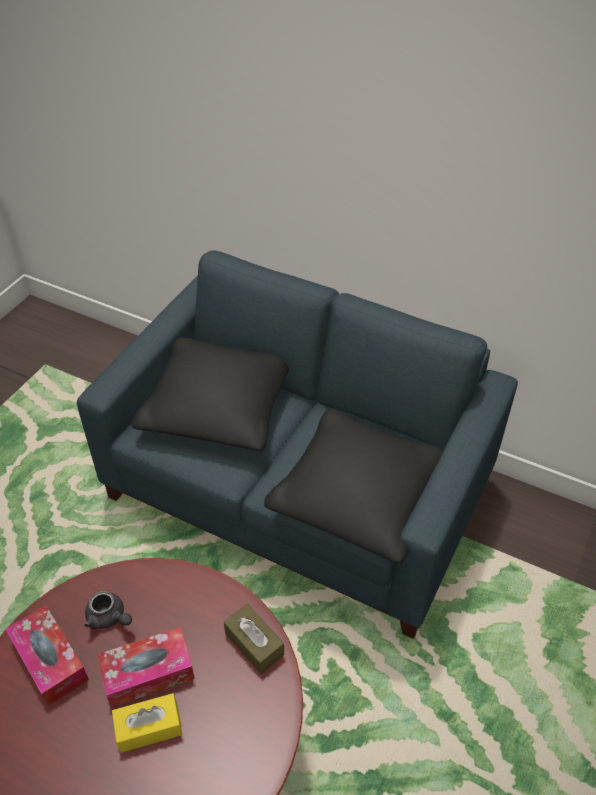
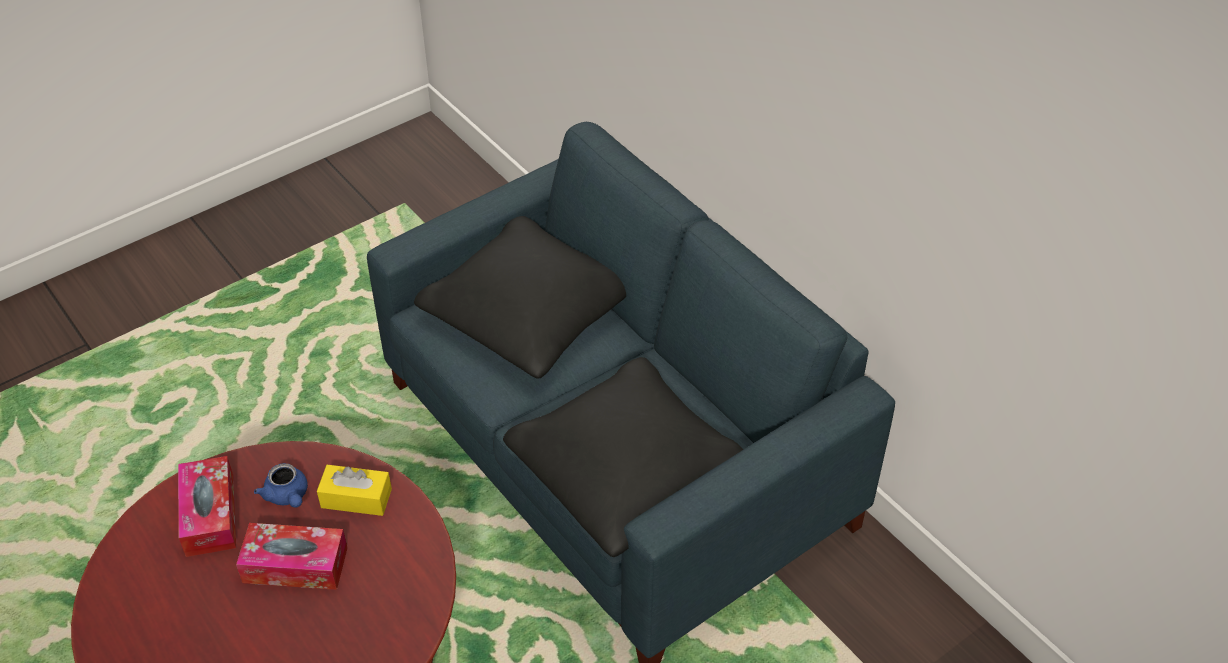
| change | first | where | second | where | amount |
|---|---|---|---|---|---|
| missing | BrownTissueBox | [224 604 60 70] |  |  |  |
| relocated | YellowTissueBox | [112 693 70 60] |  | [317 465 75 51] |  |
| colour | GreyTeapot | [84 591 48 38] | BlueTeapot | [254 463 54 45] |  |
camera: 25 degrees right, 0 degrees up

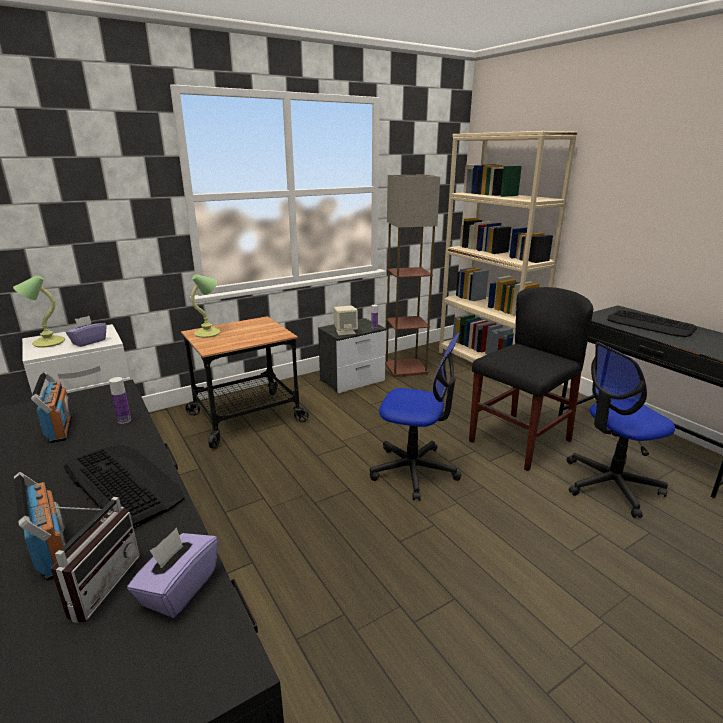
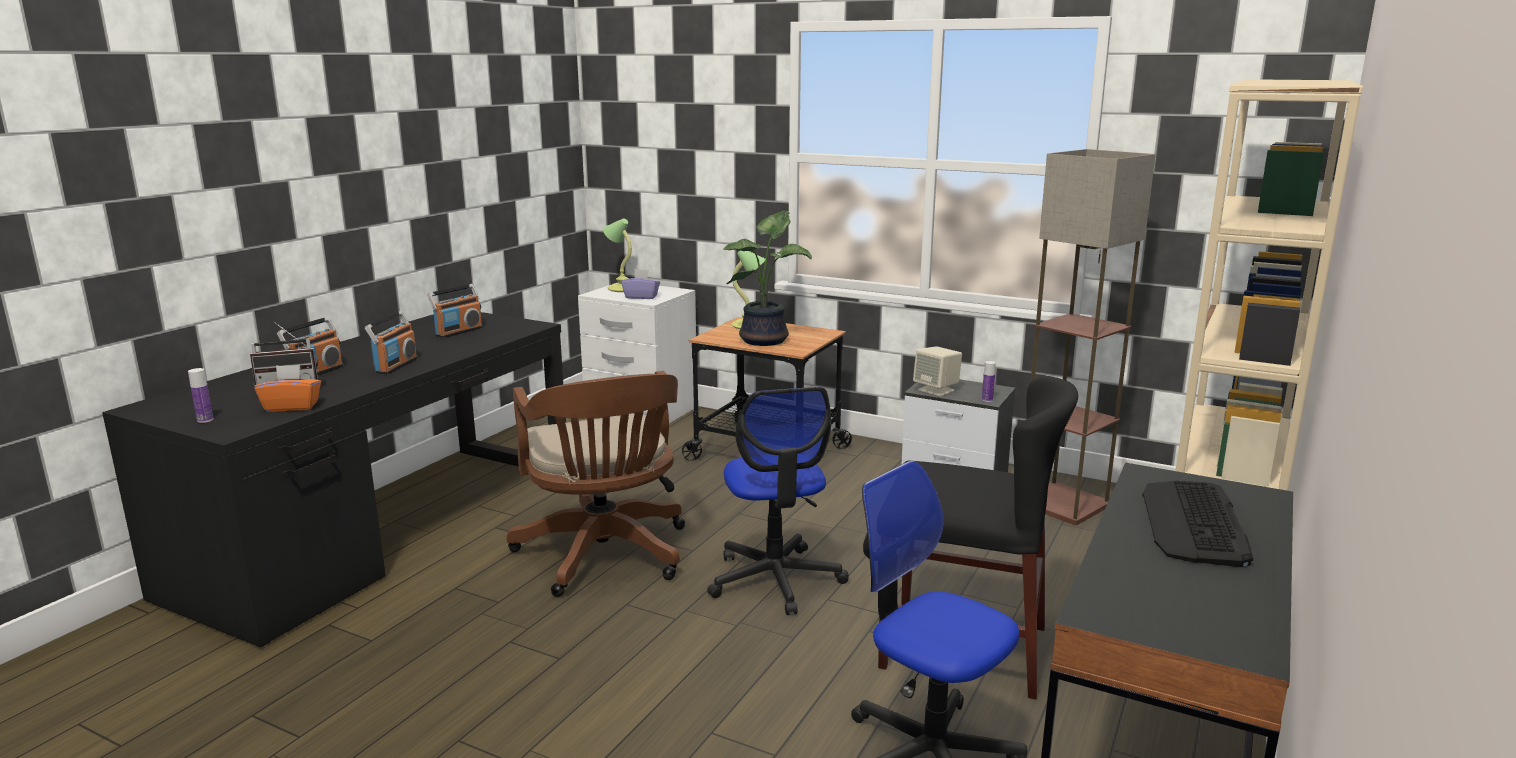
| change | first | where | second | where | amount |
|---|---|---|---|---|---|
| appeared |  |  | BrownOfficeChair | [507 371 178 226] |  |
| appeared |  |  | PottedPlant | [723 210 89 136] |  |
| relocated | Bottle | [109 377 22 47] |  | [188 368 26 55] |  |
| exchanged | Keyboard | [64 445 121 83] | Radio | [365 311 53 63] |  |
| colour | PurpleTissueBox | [127 528 91 90] | OrangeTissueBox | [254 365 67 47] |  |
camera: 60 degrees right, 5 degrees down

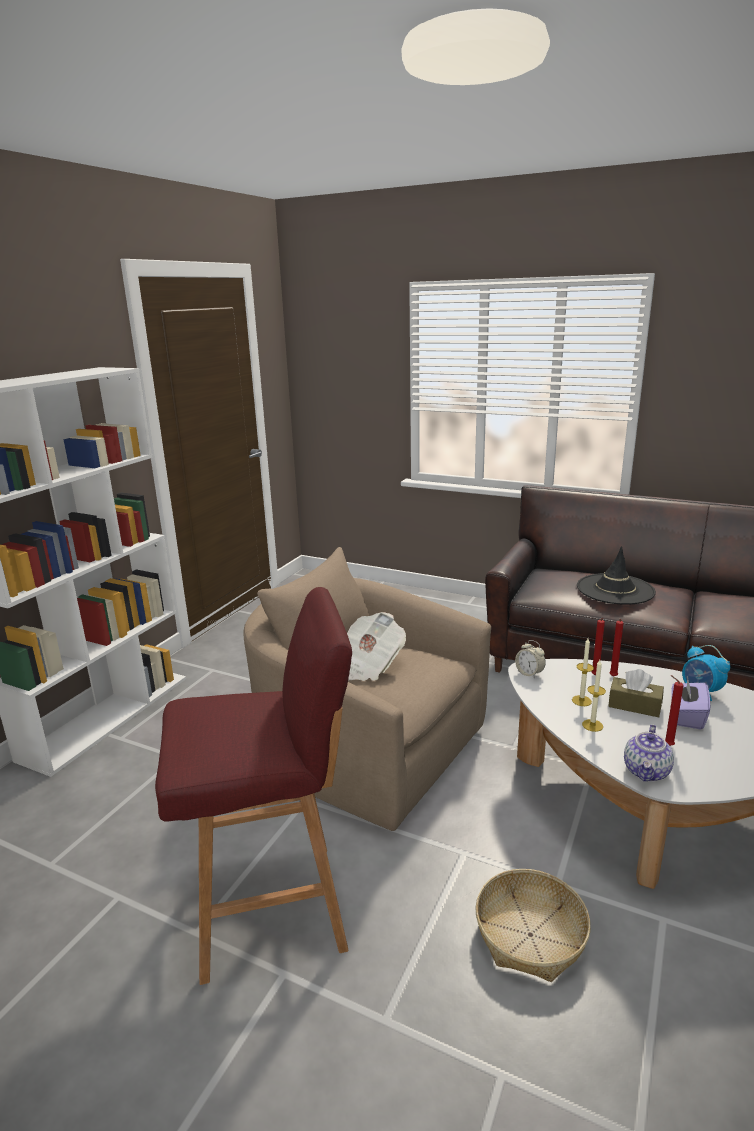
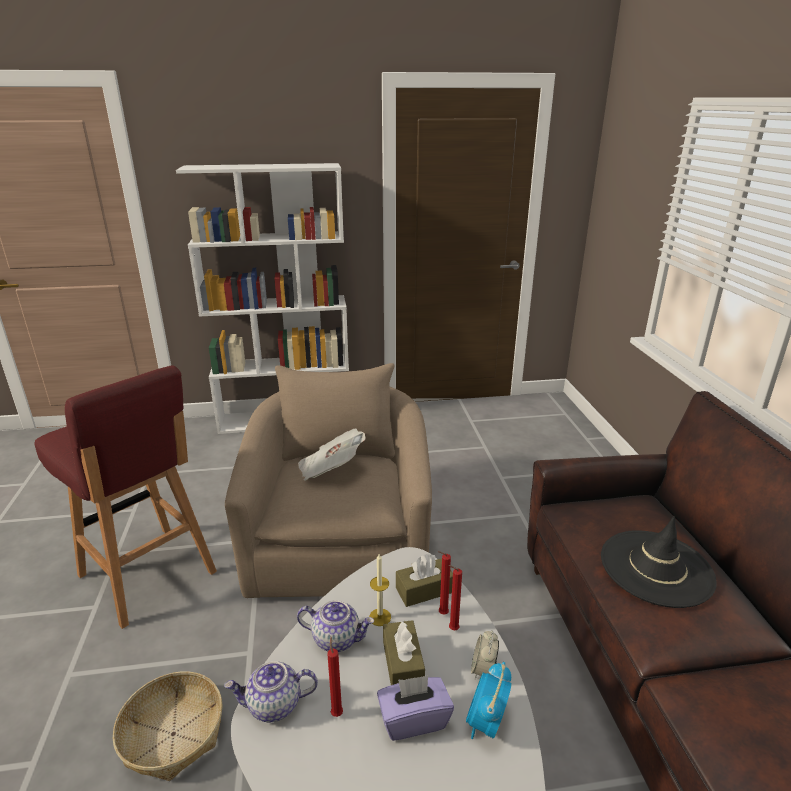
| change | first | where | second | where | amount |
|---|---|---|---|---|---|
| appeared |  |  | BrownTissueBox | [396 554 57 53] |  |
| relocated | AlarmClock | [515 640 31 39] |  | [471 630 28 49] |  |
| exchanged | Candle | [582 660 24 72] | Teapot | [297 600 77 52] |  |
camera: 55 degrees right, 5 degrees up

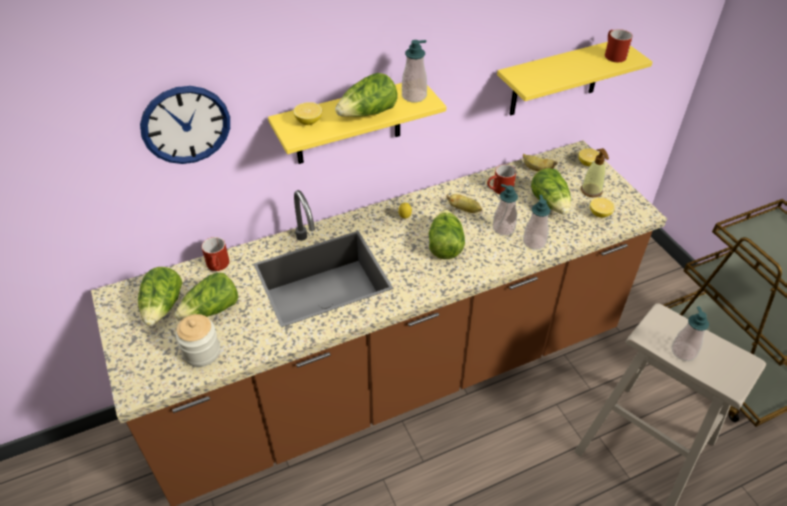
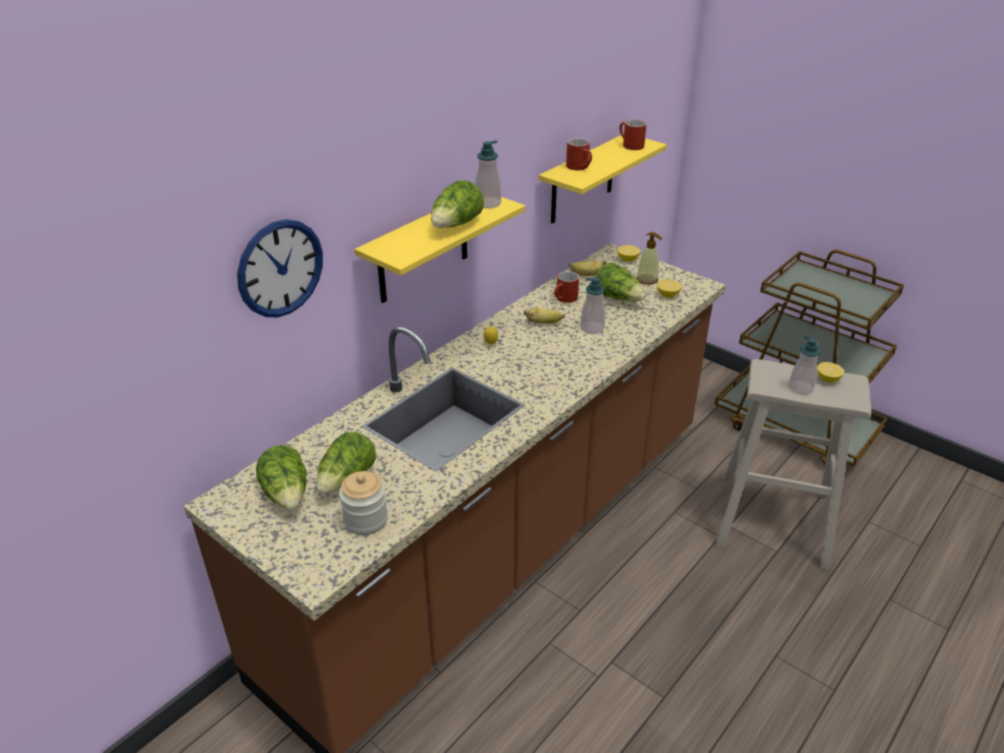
| change | first | where | second | where | amount |
|---|---|---|---|---|---|
| missing | Lettuce | [429 209 36 50] |  |  |  |
| missing | SoapDispenser | [523 195 27 55] |  |  |  |
| relocated | RedMug | [202 237 27 34] |  | [566 138 26 32] |  |
| relocated | Lemon | [293 102 29 23] |  | [817 362 27 21] |  |
camera: 25 degrees left, 10 degrees down

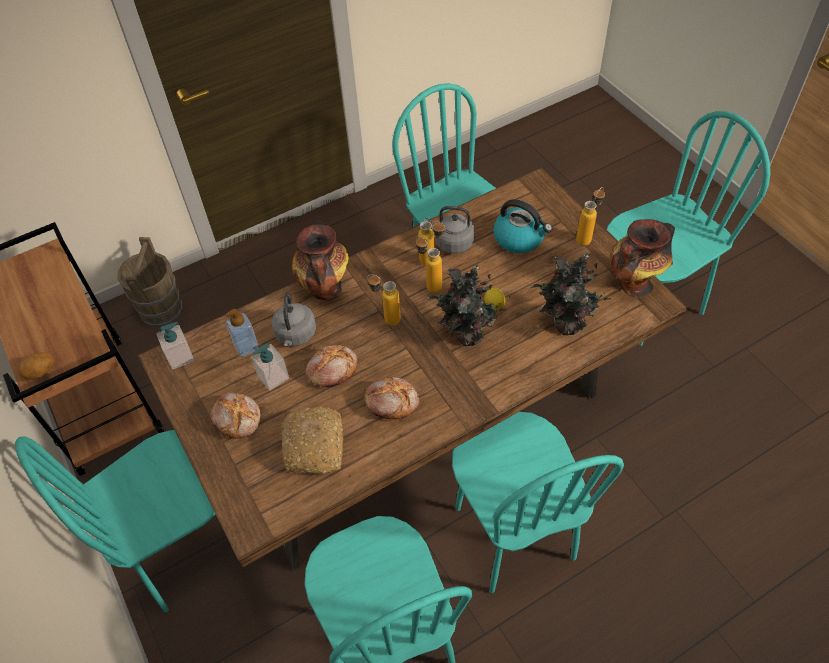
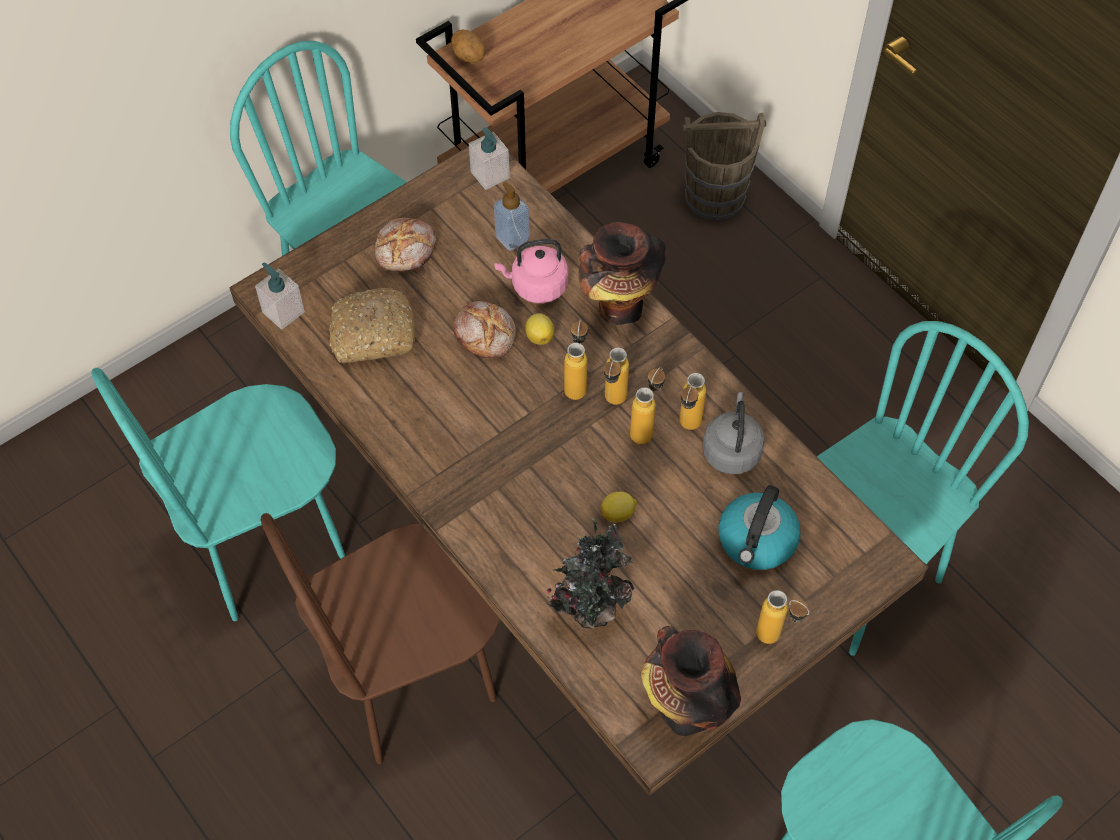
| change | first | where | second | where | amount |
|---|---|---|---|---|---|
| missing | Bread | [364 377 56 42] |  |  |  |
| missing | PottedPlant | [427 264 83 82] |  |  |  |
| appeared |  |  | Lemon | [525 313 29 32] |  |
| appeared |  |  | Bottle | [603 347 26 58] |  |
| relocated | SoapDispenser | [251 343 38 48] |  | [255 263 50 67] |  |
| colour | GreyKettle | [272 292 44 55] | PinkKettle | [494 239 74 64] |  |
| colour | TurquoiseChair | [452 412 172 181] | BrownChair | [260 513 240 251] |  |
camera: 80 degrees right, 5 degrees up

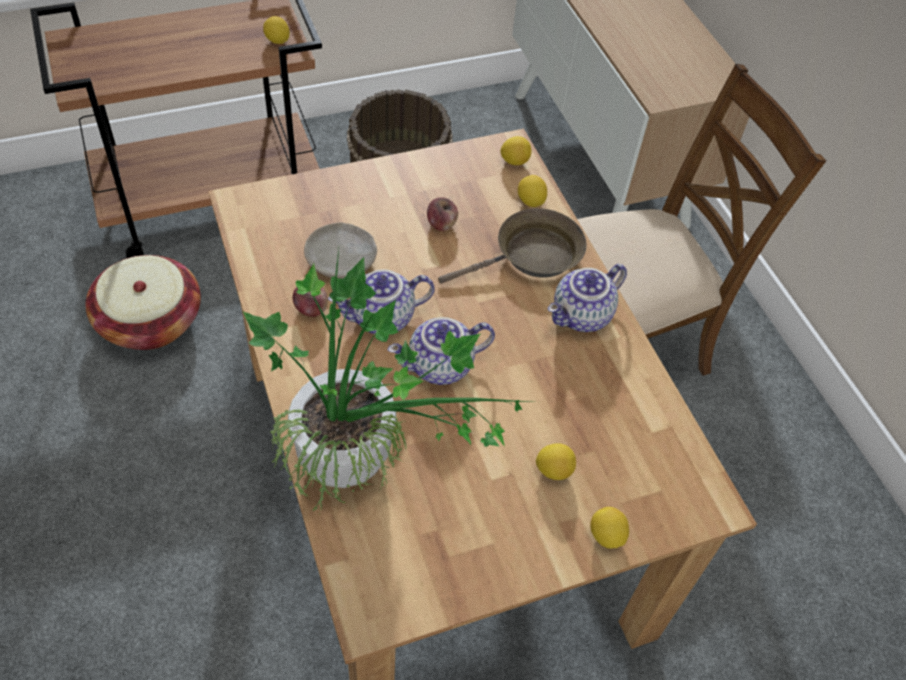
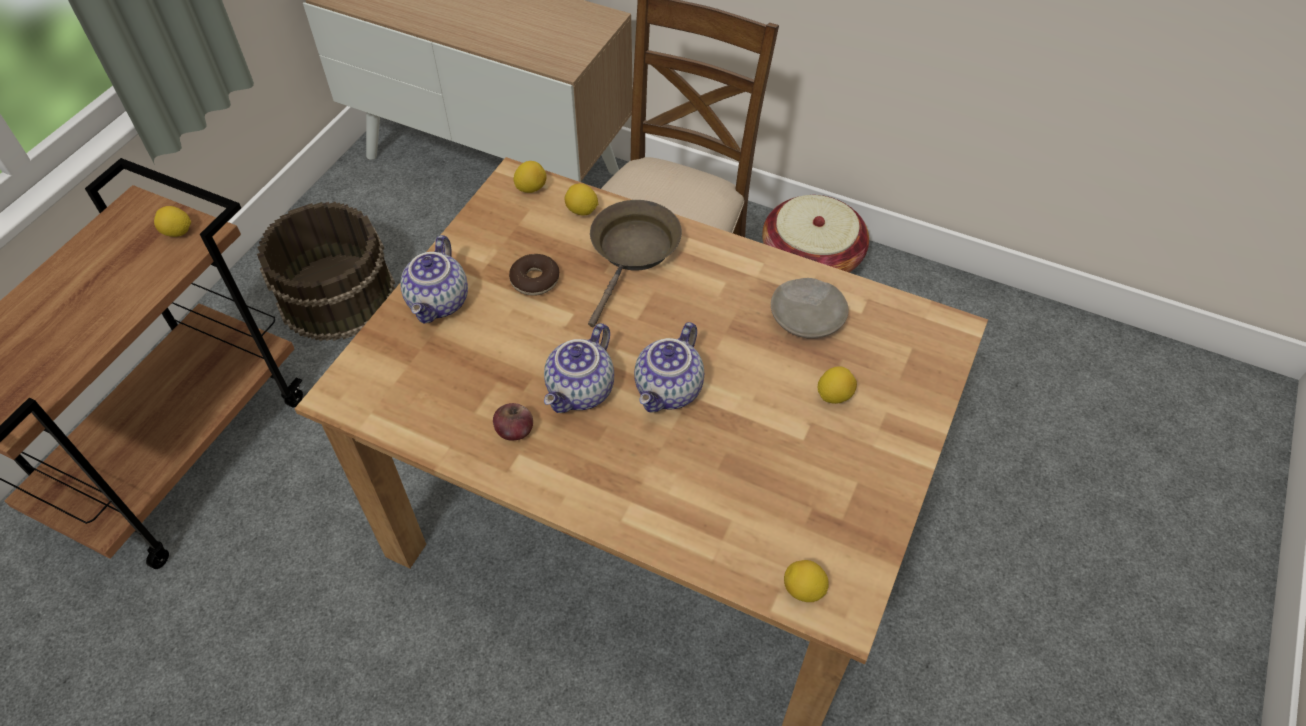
| change | first | where | second | where | amount |
|---|---|---|---|---|---|
| missing | PottedPlant | [243 249 287 265] |  |  |  |
| relocated | Basket | [86 255 115 95] |  | [762 195 107 78] |  |
| relocated | BeigePlate | [304 223 73 56] |  | [771 278 77 61] |  |
| relocated | Teapot | [548 264 79 68] |  | [400 235 68 89] |  |
| relocated | Lemon | [590 507 39 42] |  | [784 560 45 42] |  |
| exchanged | Apple | [427 197 31 34] | Donut | [509 254 50 42] |  |
camera: 40 degrees left, 0 degrees up

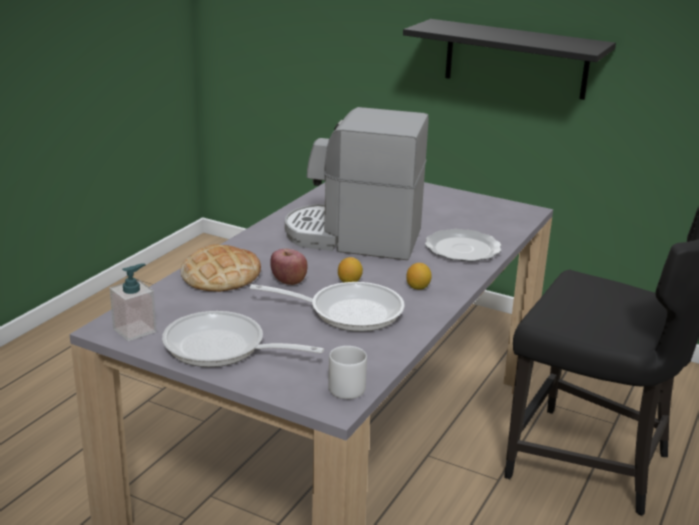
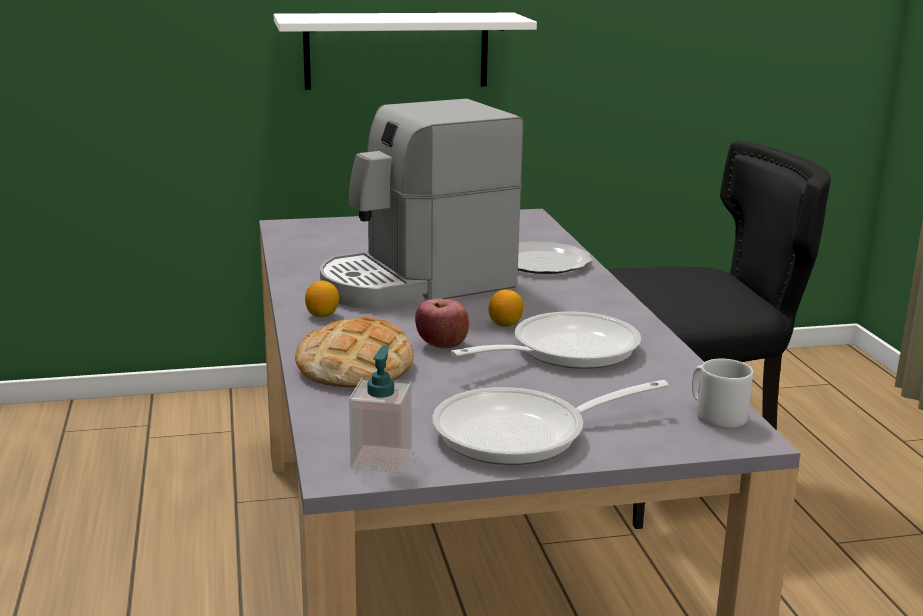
| change | first | where | second | where | amount |
|---|---|---|---|---|---|
| relocated | Lemon | [406 263 26 27] |  | [305 281 34 36] |  |
| colour | BlackShelf | [403 19 213 81] | WhiteShelf | [274 13 263 77] |  |
camera: 40 degrees left, 5 degrees down

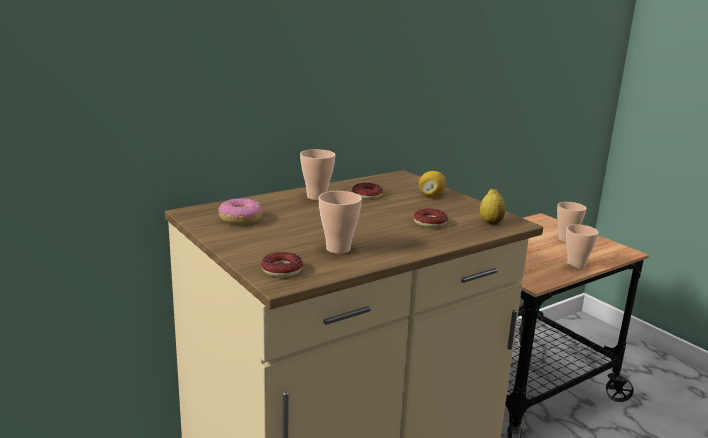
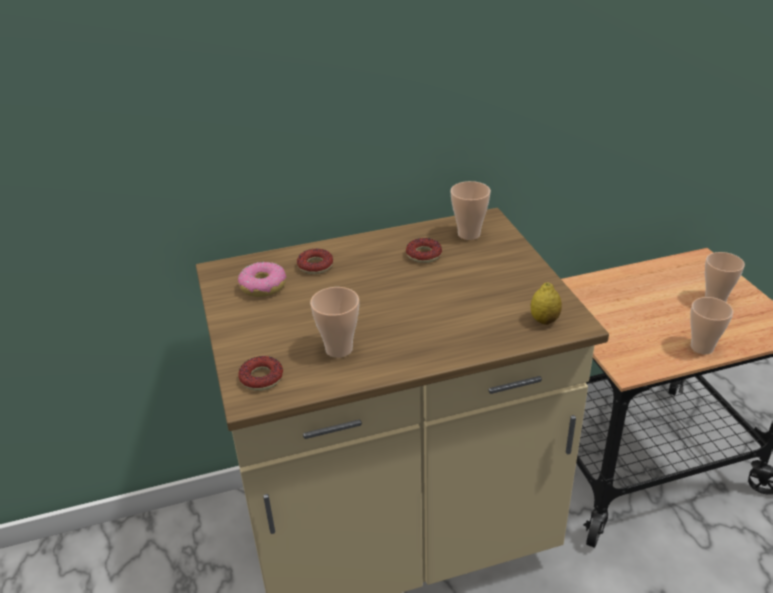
| change | first | where | second | where | amount |
|---|---|---|---|---|---|
| missing | Lemon | [418 171 28 26] |  |  |  |
| relocated | Cup | [300 149 35 51] |  | [451 181 40 59] |  |
| relocated | Donut | [414 208 34 20] |  | [297 249 36 25] |  |
camera: 20 degrees right, 15 degrees up

